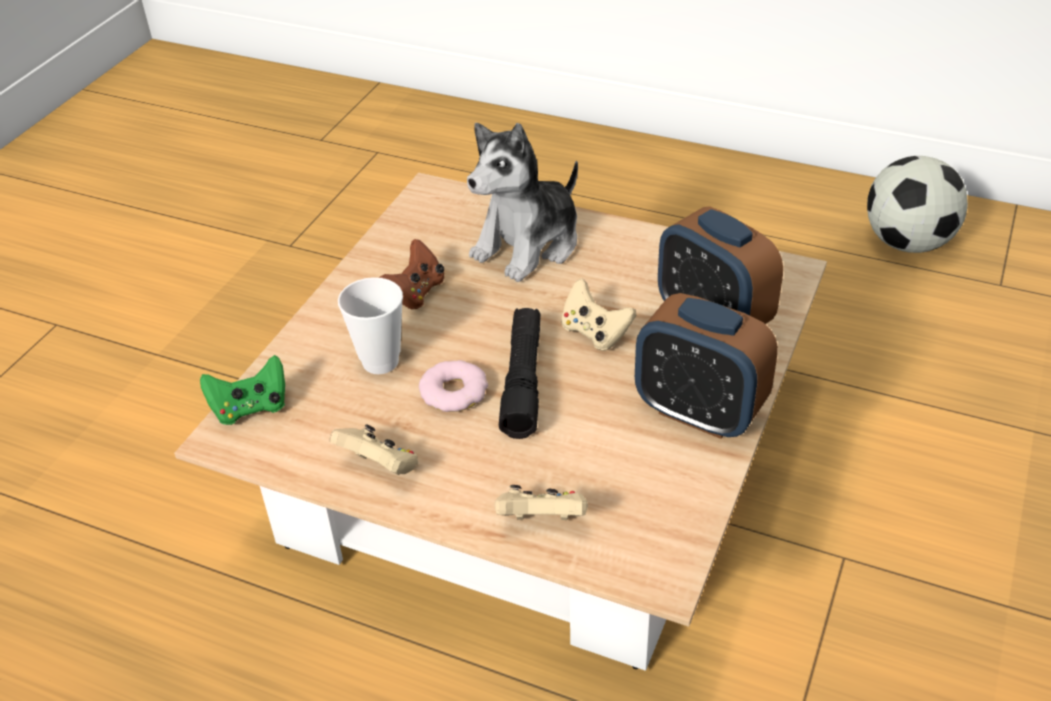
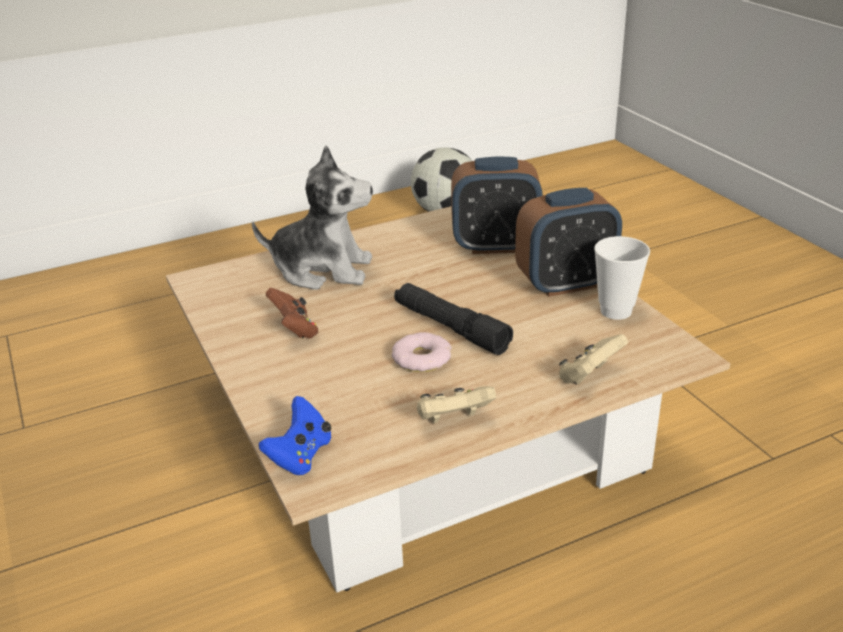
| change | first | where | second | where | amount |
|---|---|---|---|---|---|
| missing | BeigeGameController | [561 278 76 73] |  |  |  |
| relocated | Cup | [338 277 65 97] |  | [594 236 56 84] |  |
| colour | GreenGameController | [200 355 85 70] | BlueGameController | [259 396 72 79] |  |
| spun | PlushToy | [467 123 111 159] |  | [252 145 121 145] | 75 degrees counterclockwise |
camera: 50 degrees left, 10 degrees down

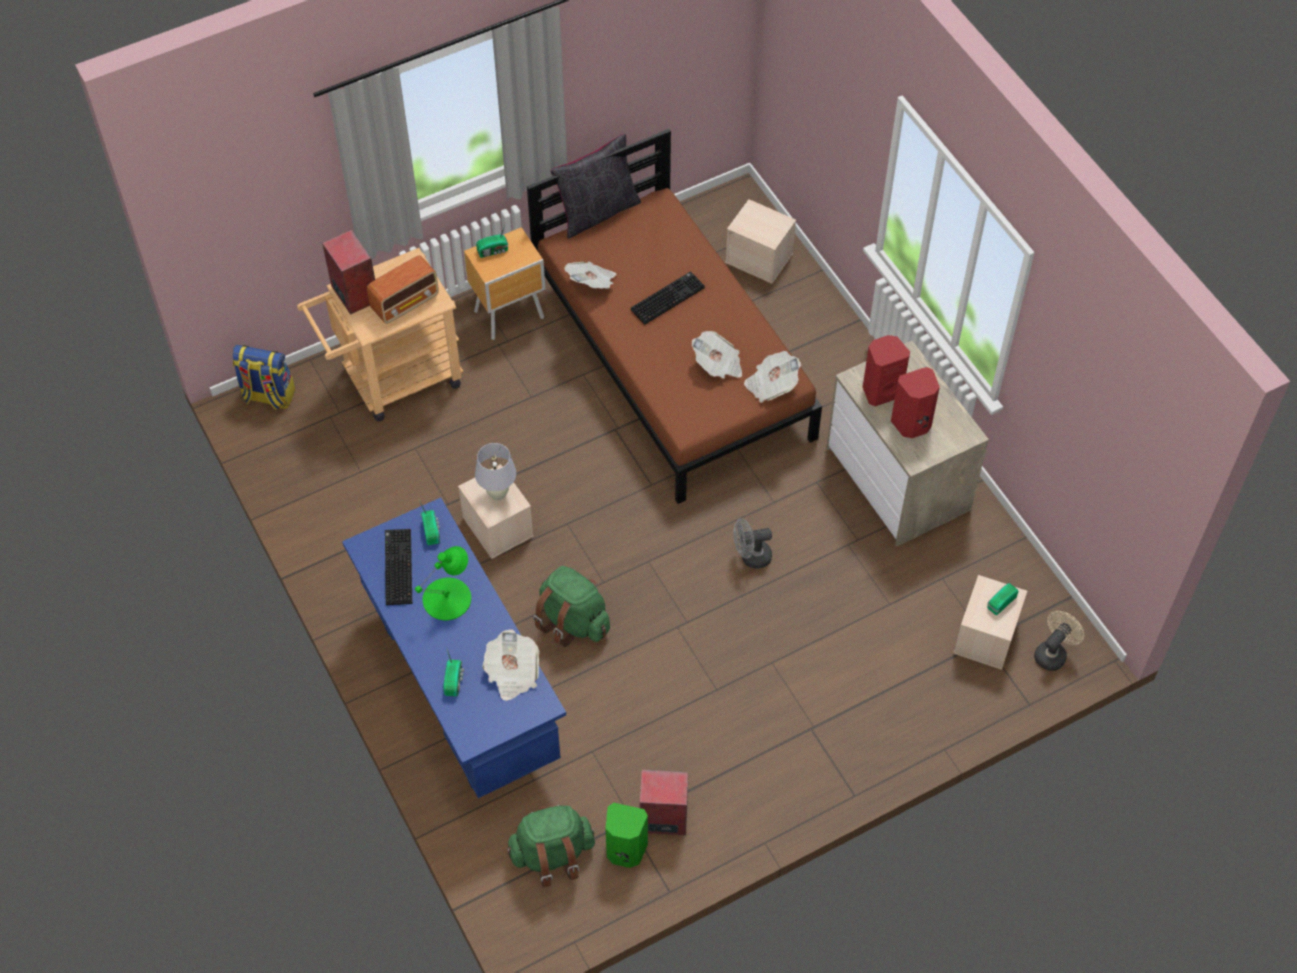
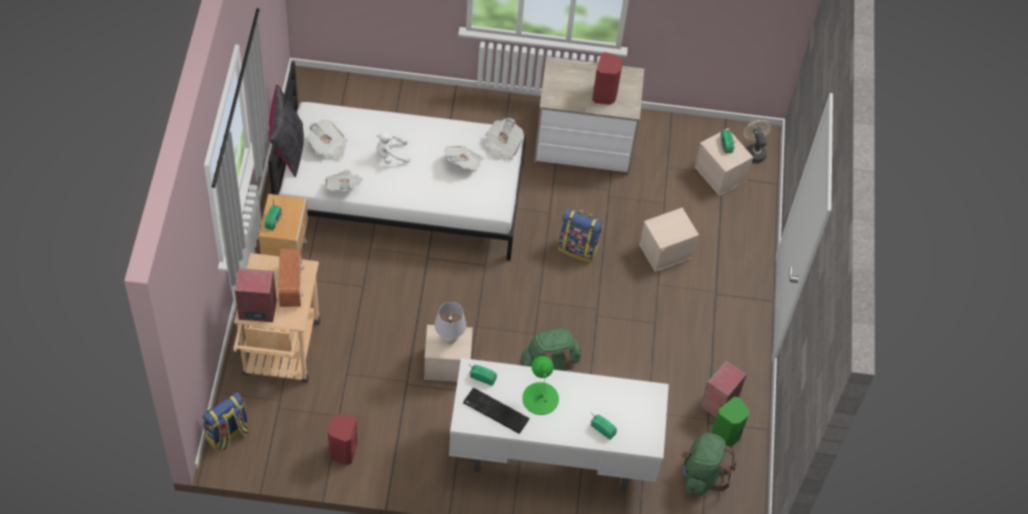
| change | first | where | second | where | amount |
|---|---|---|---|---|---|
| relocated | Newspaper | [482 629 57 72] |  | [308 120 39 40] |  |
| relocated | BeigeStorageBox | [725 199 71 85] |  | [639 207 60 65] |  |
| relocated | RedSpeaker | [863 335 47 71] |  | [328 414 30 51] |  |
| exchanged | Keyboard | [631 271 74 54] | WhitePlushToy | [376 130 34 34] |  |
| exchanged | GreyFan | [733 519 39 50] | Backpack | [558 209 45 54] |  |
| colour | BlueDesk | [342 497 224 301] | WhiteDesk | [449 358 220 133] |  |
| colour | BrownBed | [527 129 295 375] | WhiteBed | [268 61 258 200] |  |
camera: 60 degrees left, 0 degrees up

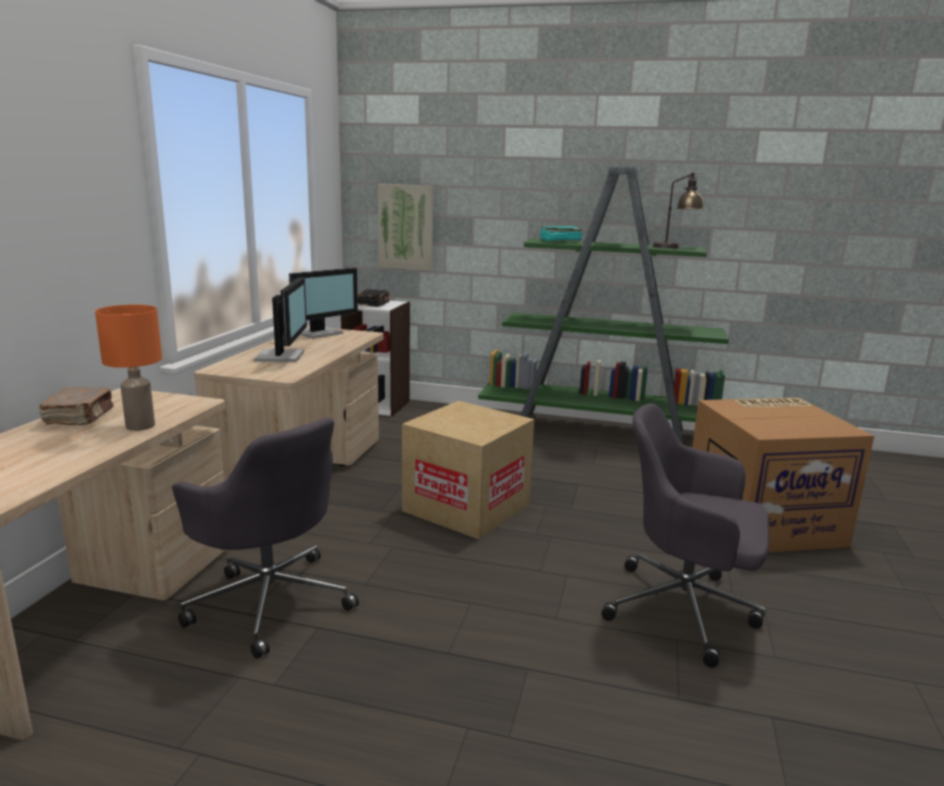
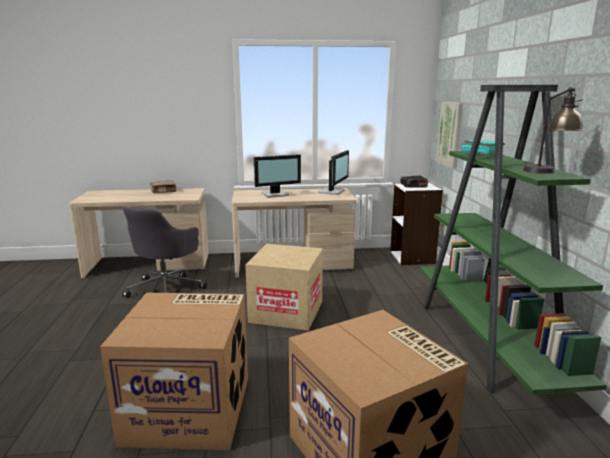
| change | first | where | second | where | amount |
|---|---|---|---|---|---|
| missing | OrangeTableLamp | [95 305 67 126] |  |  |  |
| exchanged | GreyOfficeChair | [601 403 168 264] | CardboardBox | [100 293 148 157] |  |
| spun | Monitor | [289 267 69 72] |  | [318 151 31 44] | 90 degrees counterclockwise |
camera: 70 degrees right, 0 degrees up

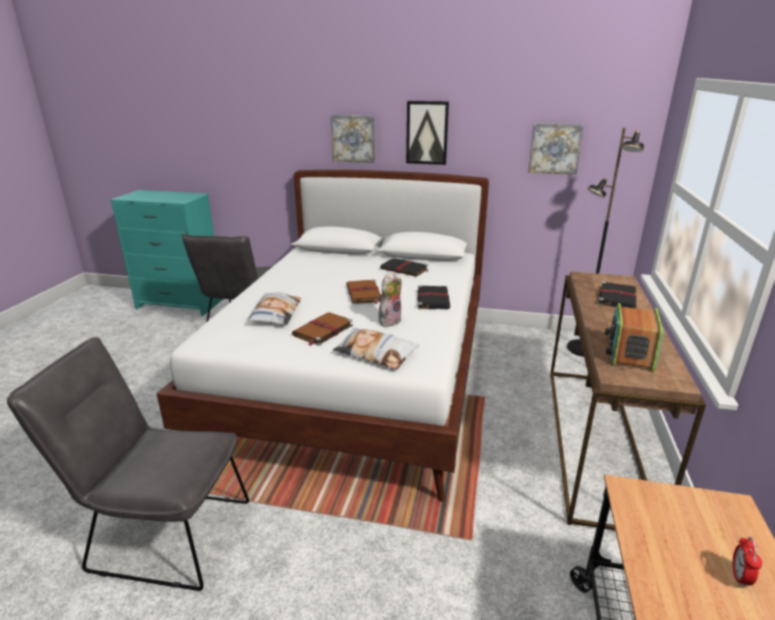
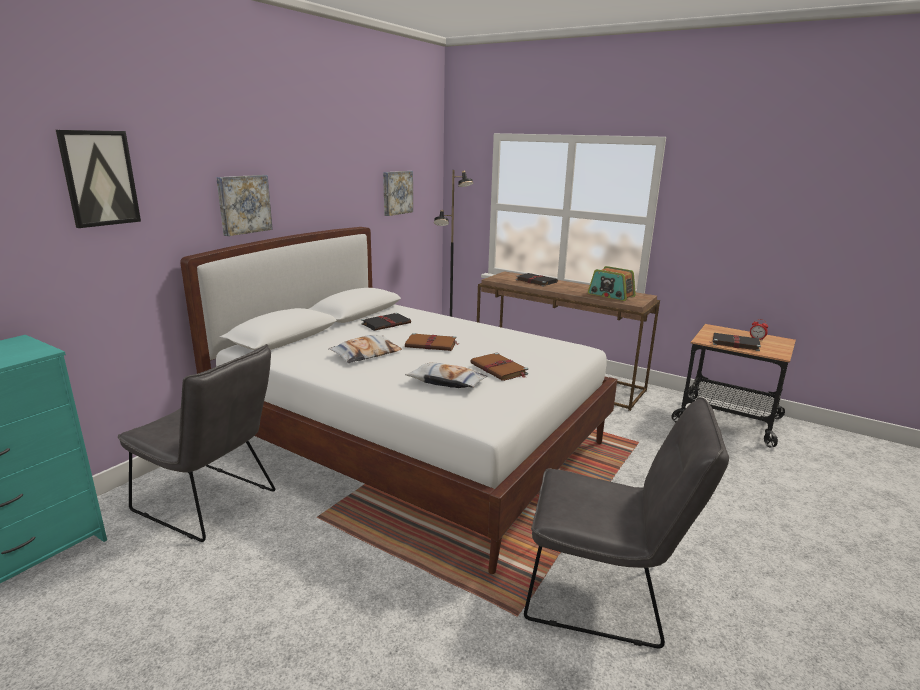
| change | first | where | second | where | amount |
|---|---|---|---|---|---|
| missing | PlushToy | [379 272 22 55] |  |  |  |
| relocated | Pillow | [333 328 86 41] |  | [328 335 74 28] |  |
| relocated | Picture | [406 101 43 64] |  | [56 130 85 98] |  |
| relocated | BlackBook | [417 285 33 24] |  | [709 333 52 18] |  |
| spun | GreyChair | [7 337 242 254] |  | [524 397 205 251] | 105 degrees counterclockwise |
camera: 70 degrees left, 5 degrees down

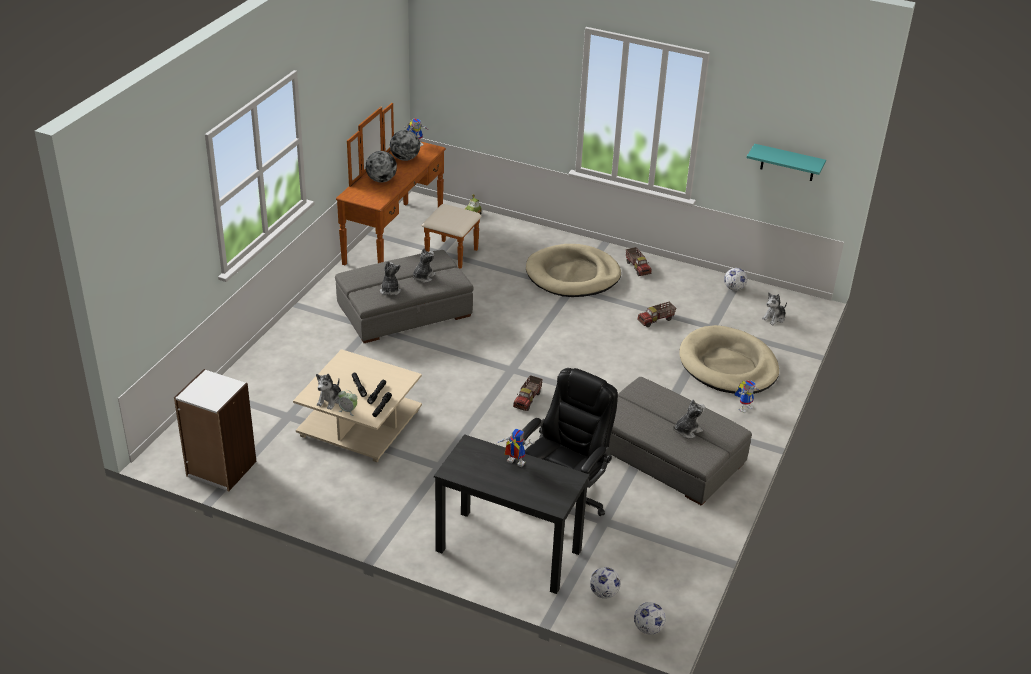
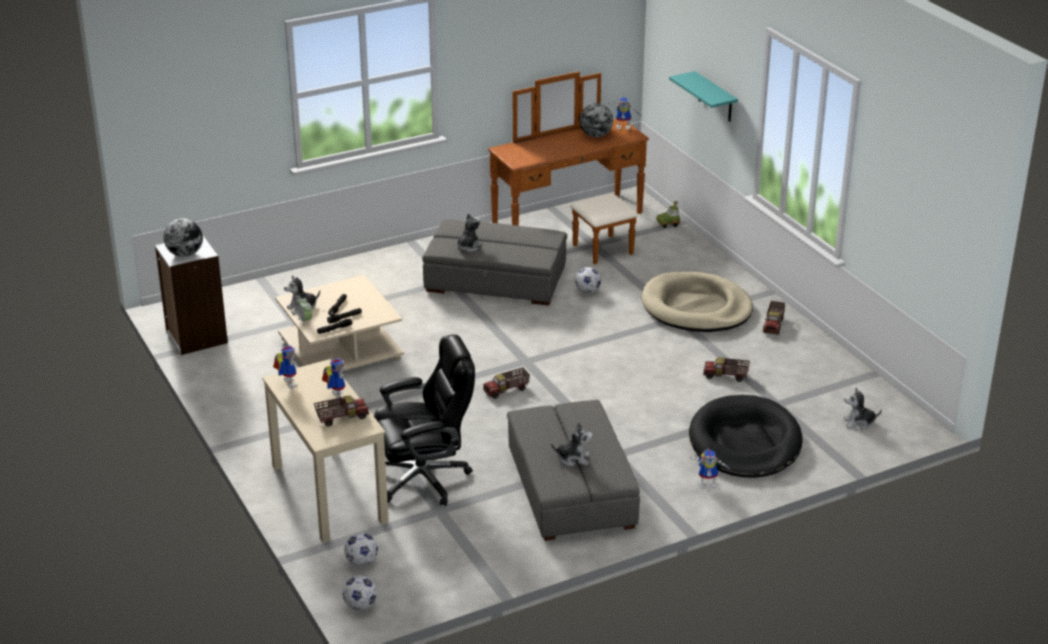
| change | first | where | second | where | amount |
|---|---|---|---|---|---|
| missing | PlushToy | [413 248 23 35] |  |  |  |
| appeared |  |  | ToyRobot | [273 345 25 43] |  |
| appeared |  |  | ToyTruck | [314 395 55 32] |  |
| relocated | Globe | [365 151 32 31] |  | [164 218 39 39] |  |
| relocated | Football | [724 268 24 23] |  | [575 267 26 26] |  |
| relocated | TurquoiseShelf | [747 144 79 37] |  | [669 71 69 51] |  |
| colour | BlackDesk | [434 434 156 160] | BeigeDesk | [262 359 127 184] |  |
| colour | BeigeDogBed | [679 325 100 69] | BlackDogBed | [689 395 113 83] |  |
camera: 40 degrees right, 5 degrees down

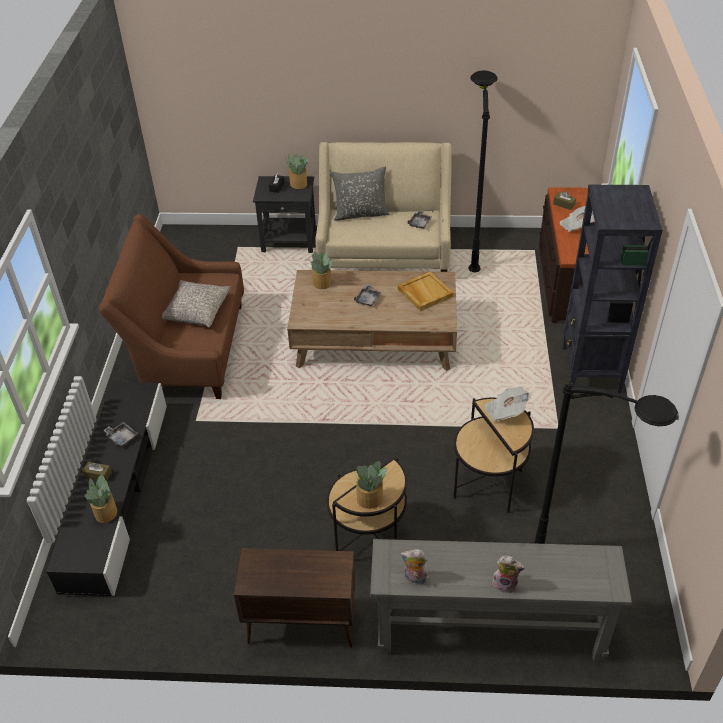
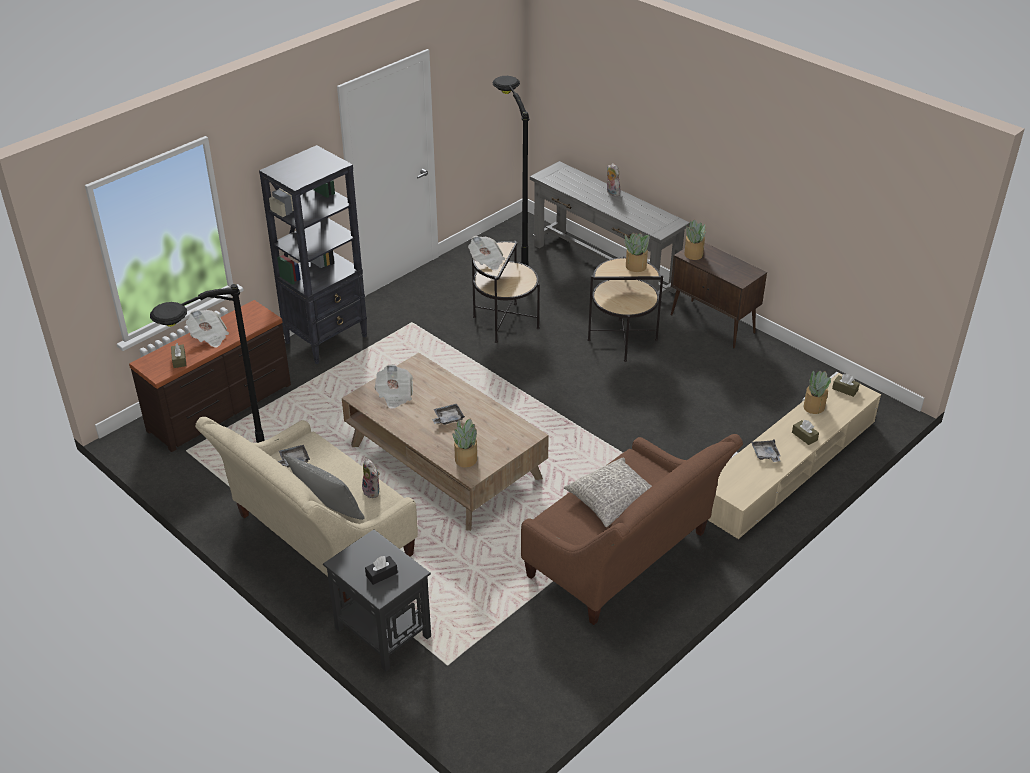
| change | first | where | second | where | amount |
|---|---|---|---|---|---|
| appeared |  |  | BrownTissueBox | [832 374 28 23] |  |
| relocated | PottedPlant | [285 154 23 35] |  | [684 219 22 41] |  |
| relocated | PlushToy | [400 549 29 36] |  | [362 459 18 39] |  |
| exchanged | BeigeTray | [398 272 55 39] | Newspaper | [374 364 39 45] |  |
| colour | BlackTvStand | [46 382 121 214] | BeigeTvStand | [708 372 173 167] |  |
camera: 140 degrees left, 5 degrees down

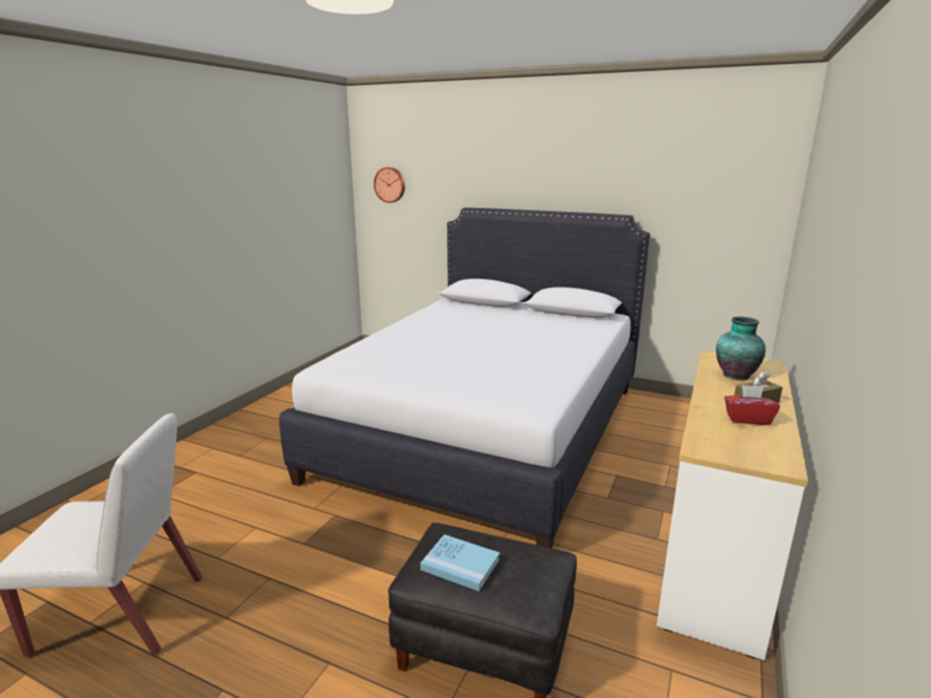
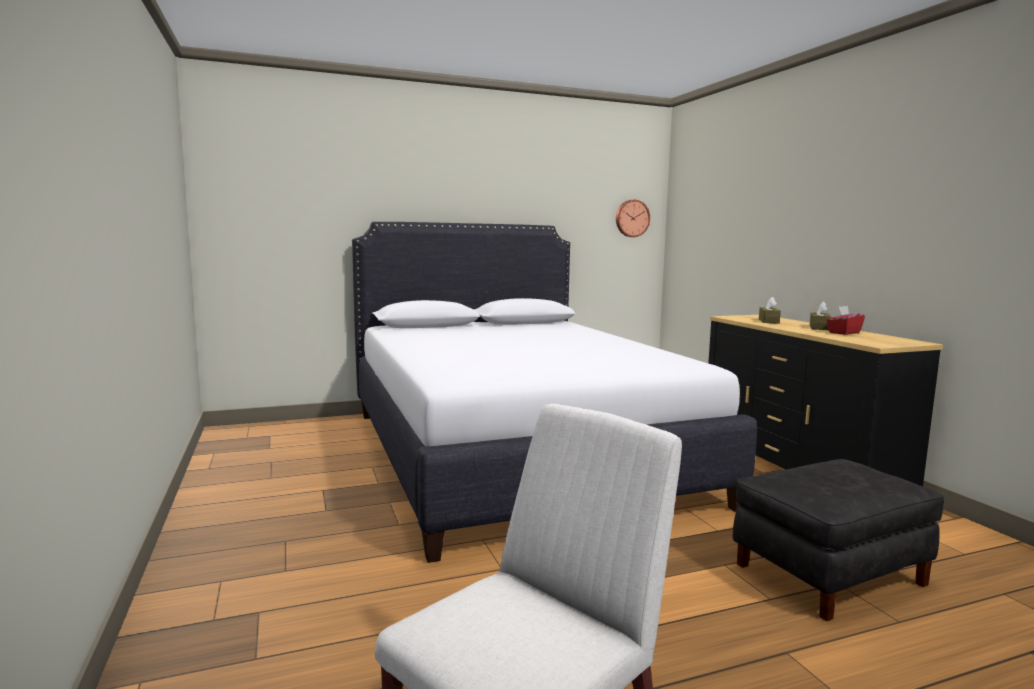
| change | first | where | second | where | amount |
|---|---|---|---|---|---|
| missing | BlueBook | [420 534 80 57] |  |  |  |
| relocated | WallClock | [374 167 31 36] |  | [616 200 34 37] |  |
| exchanged | Vase | [716 317 50 64] | BrownTissueBox | [759 297 22 27] |  |
| colour | WhiteDresser | [656 350 152 310] | BlackDresser | [708 315 235 171] |  |
camera: 45 degrees left, 10 degrees down

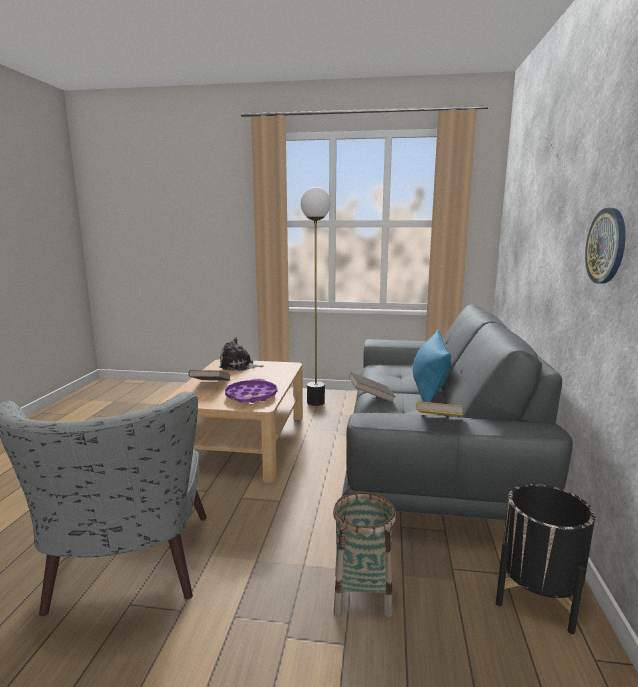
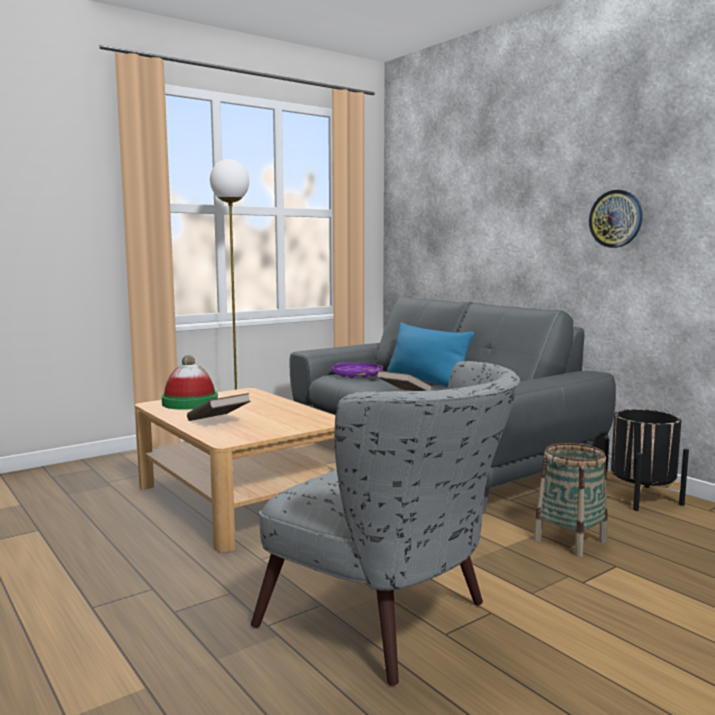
| change | first | where | second | where | amount |
|---|---|---|---|---|---|
| missing | YellowBook | [416 401 48 16] |  |  |  |
| relocated | PurpleTray | [225 379 52 24] |  | [332 362 51 16] |  |
| exchanged | PlushToy | [219 337 44 34] | Hat | [162 355 56 55] |  |
camera: 45 degrees left, 5 degrees down

